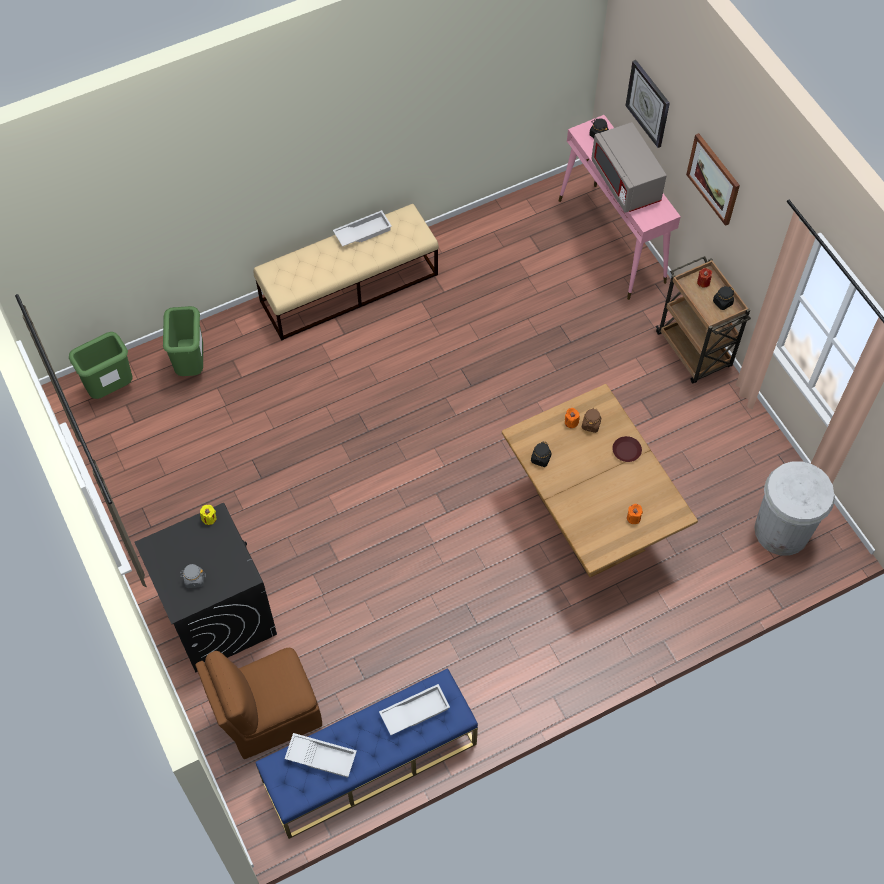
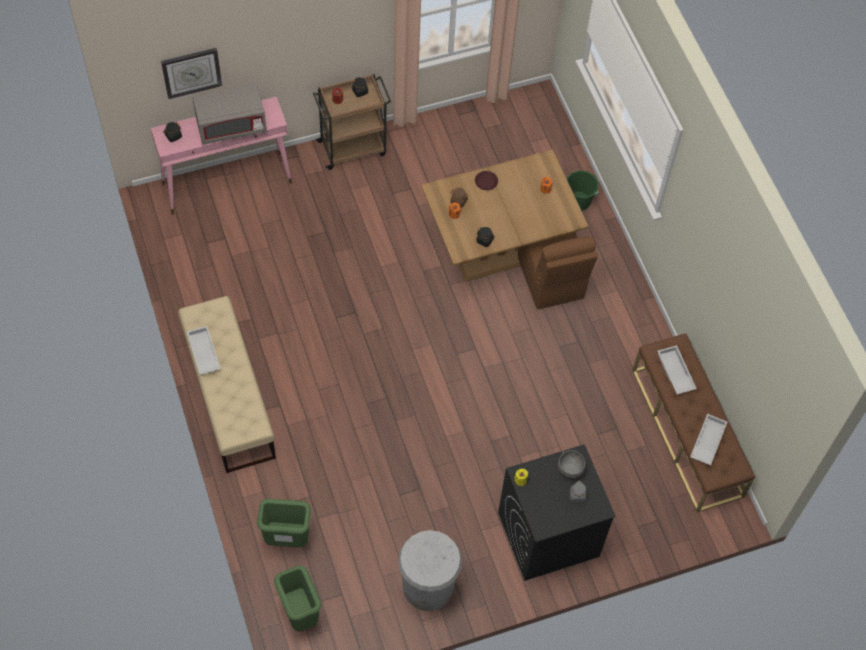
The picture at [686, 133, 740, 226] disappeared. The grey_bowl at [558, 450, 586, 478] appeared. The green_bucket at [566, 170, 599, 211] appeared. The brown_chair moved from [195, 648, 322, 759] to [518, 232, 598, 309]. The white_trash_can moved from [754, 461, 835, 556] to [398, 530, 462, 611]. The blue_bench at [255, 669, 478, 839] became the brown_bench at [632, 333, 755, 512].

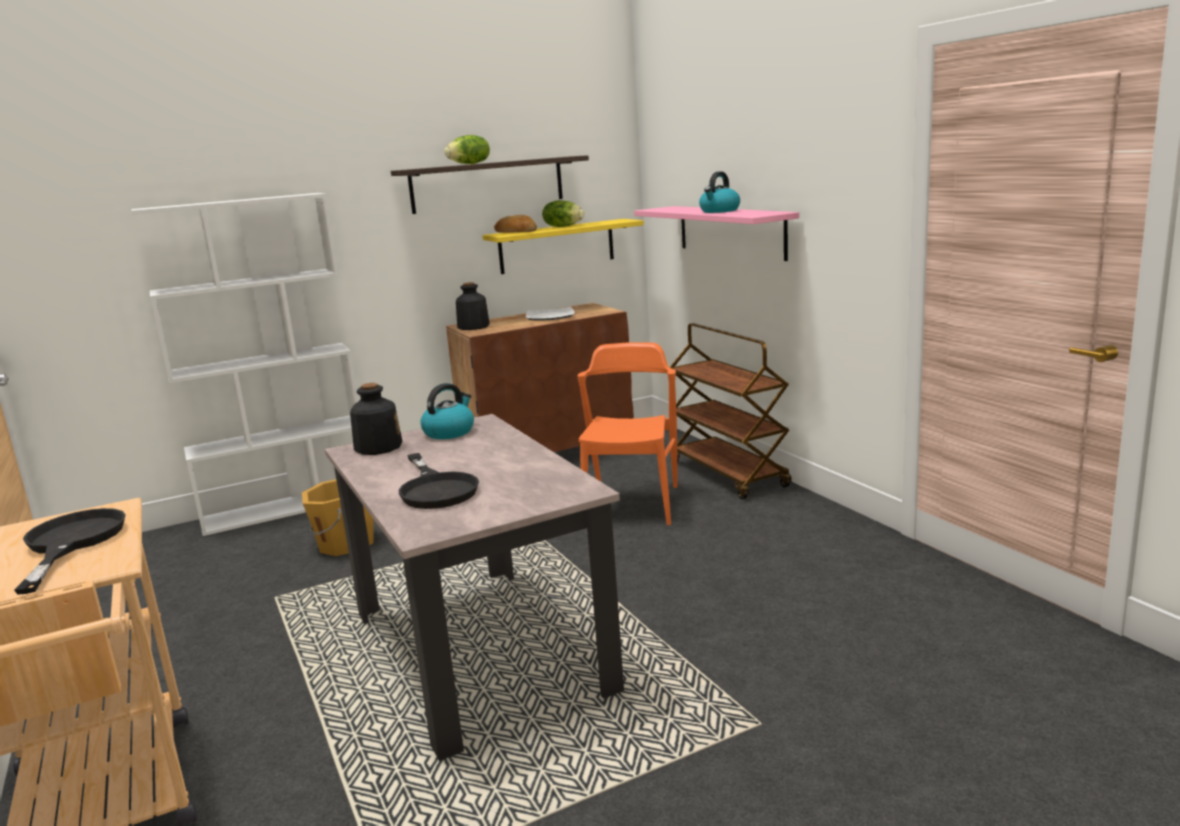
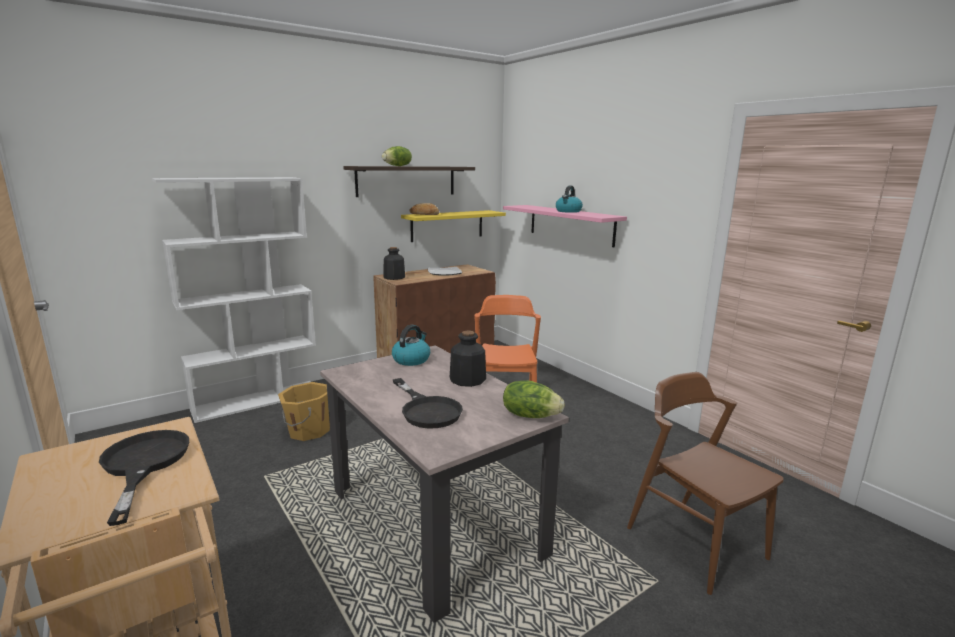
The brown_cart at [670, 323, 792, 500] disappeared. The brown_chair at [627, 372, 784, 595] appeared. The bottle moved from [350, 383, 402, 455] to [450, 331, 486, 387]. The lettuce moved from [542, 200, 584, 227] to [503, 380, 565, 418].

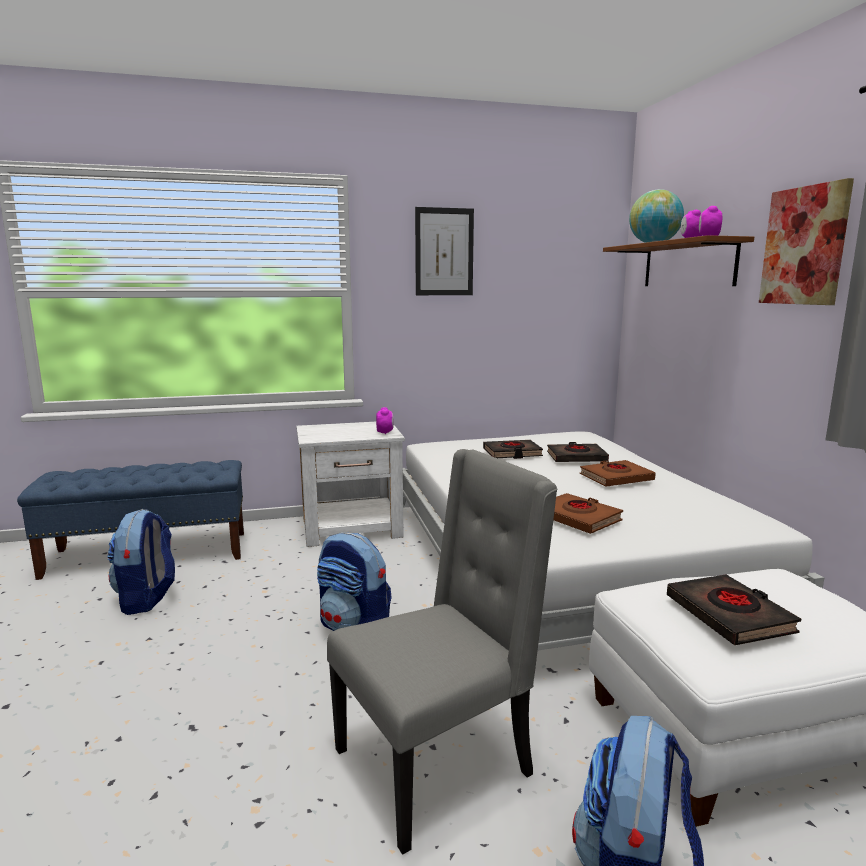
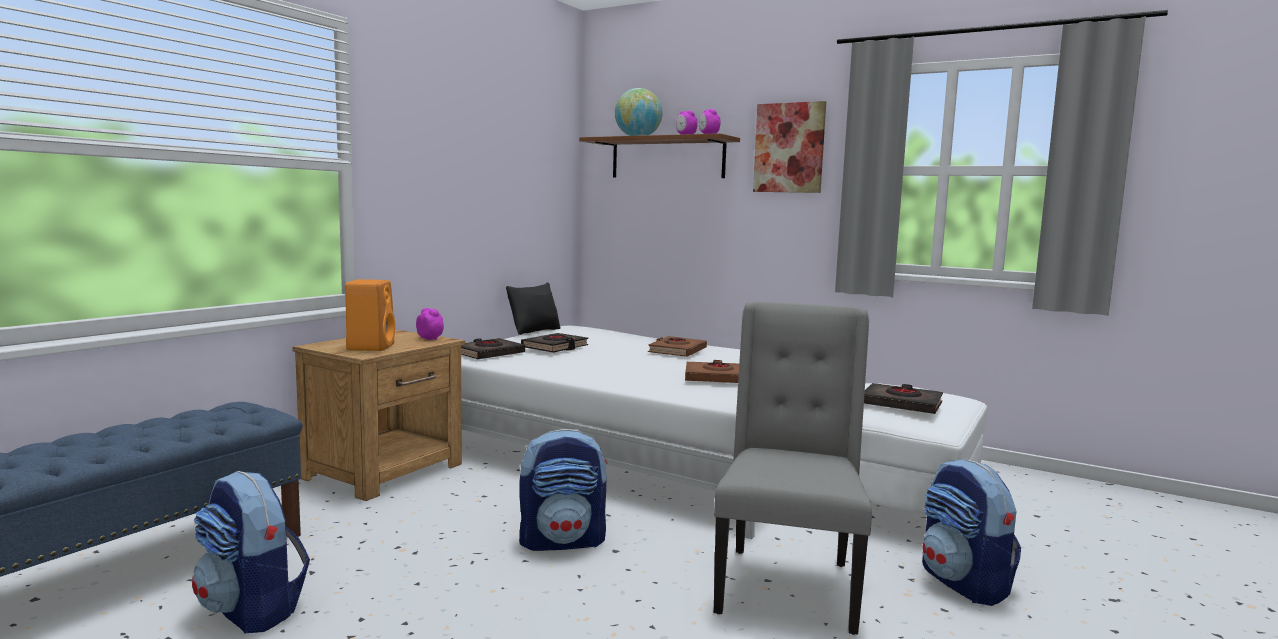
The picture at [415, 207, 474, 295] disappeared. The orange_speaker at [345, 279, 395, 351] appeared. The black_pillow at [506, 283, 561, 335] appeared. The black_book moved from [547, 442, 609, 462] to [461, 338, 525, 359]. The white_nightstand at [296, 422, 405, 547] became the brown_nightstand at [292, 330, 465, 501].

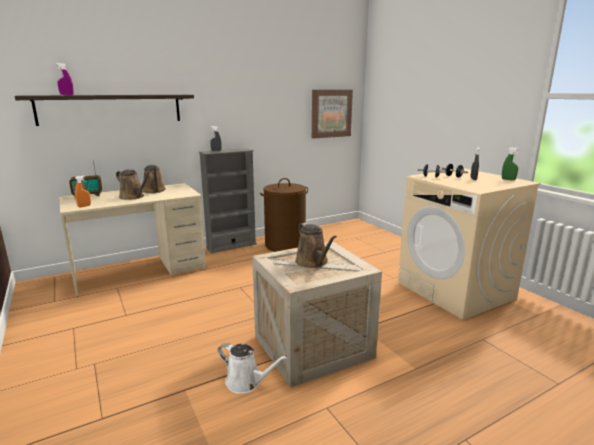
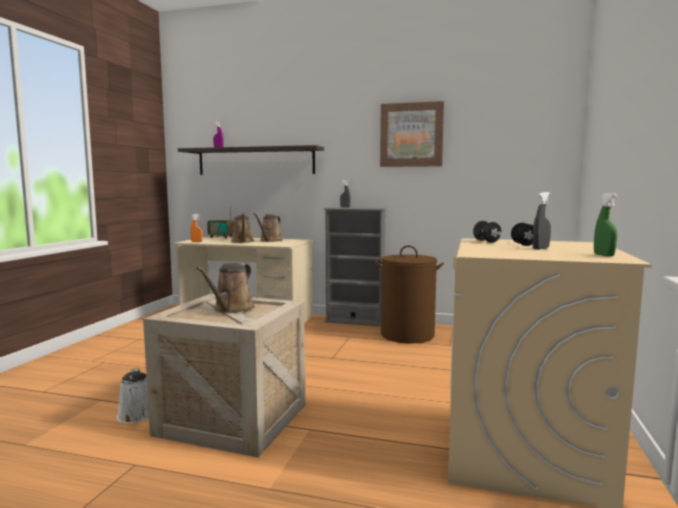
The picture moved from [312, 90, 353, 139] to [380, 101, 444, 167].

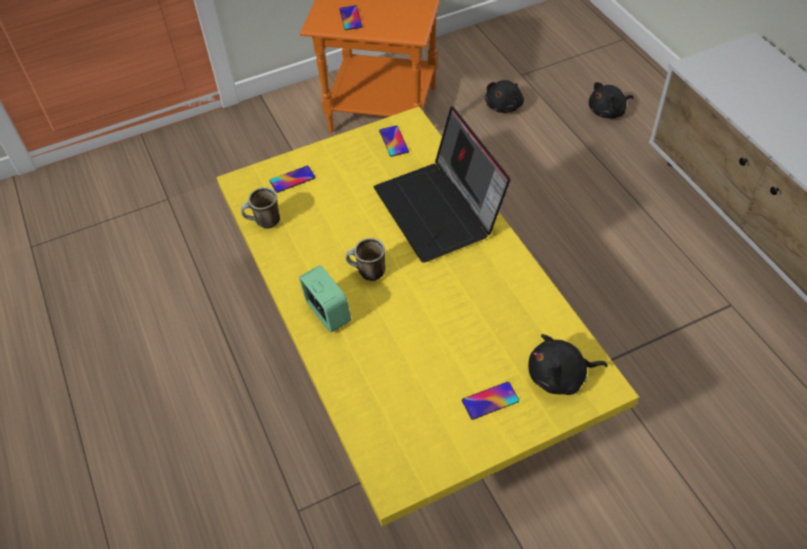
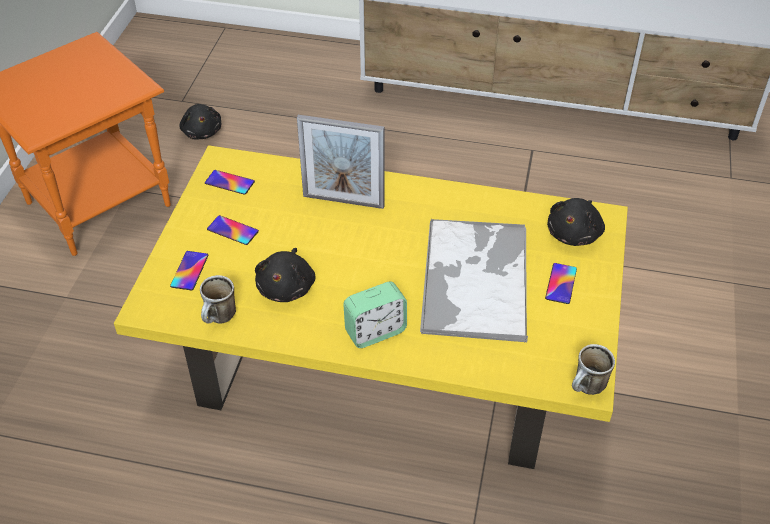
The tray at [420, 219, 528, 342] appeared. The phone moved from [339, 5, 362, 30] to [207, 215, 259, 245]. The mug moved from [346, 238, 385, 281] to [572, 344, 615, 395]. The black_plush_toy moved from [589, 82, 633, 119] to [255, 248, 316, 302]. The laptop at [374, 106, 510, 263] was replaced by the picture_frame at [297, 115, 385, 209]. The alarm_clock at [299, 265, 351, 332] turned 150 degrees clockwise.

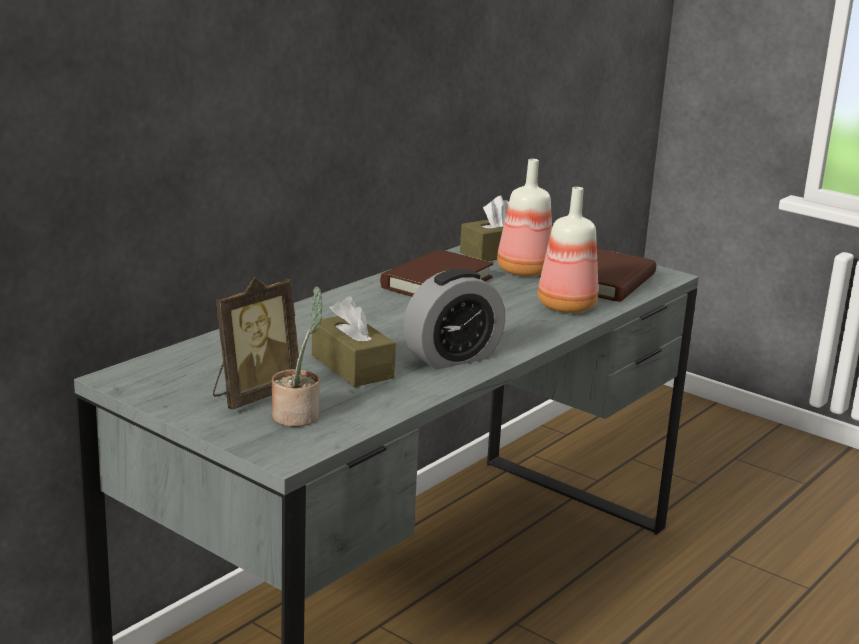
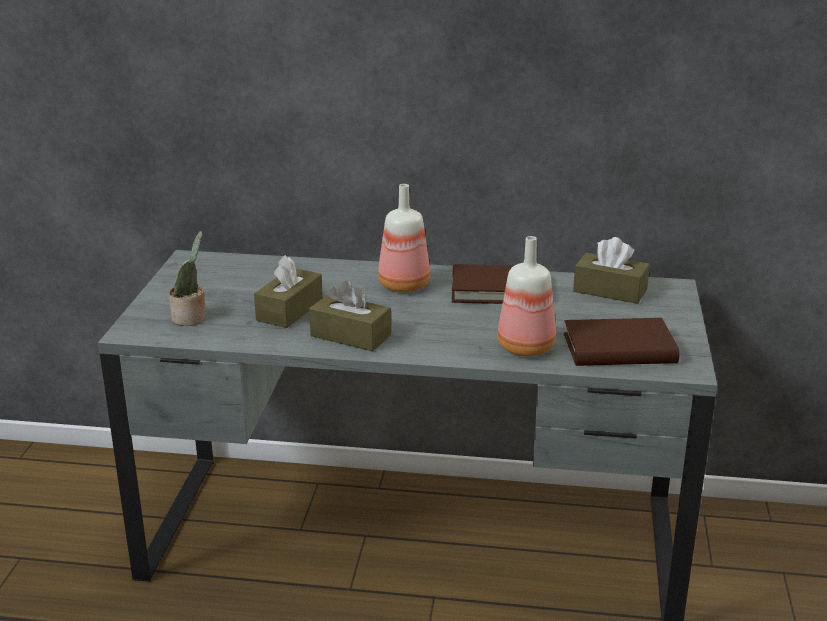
The picture_frame at [213, 277, 299, 410] disappeared. The bottle moved from [497, 159, 552, 277] to [378, 184, 430, 292]. The alarm_clock at [403, 268, 505, 370] was replaced by the brown_tissue_box at [309, 281, 391, 351].

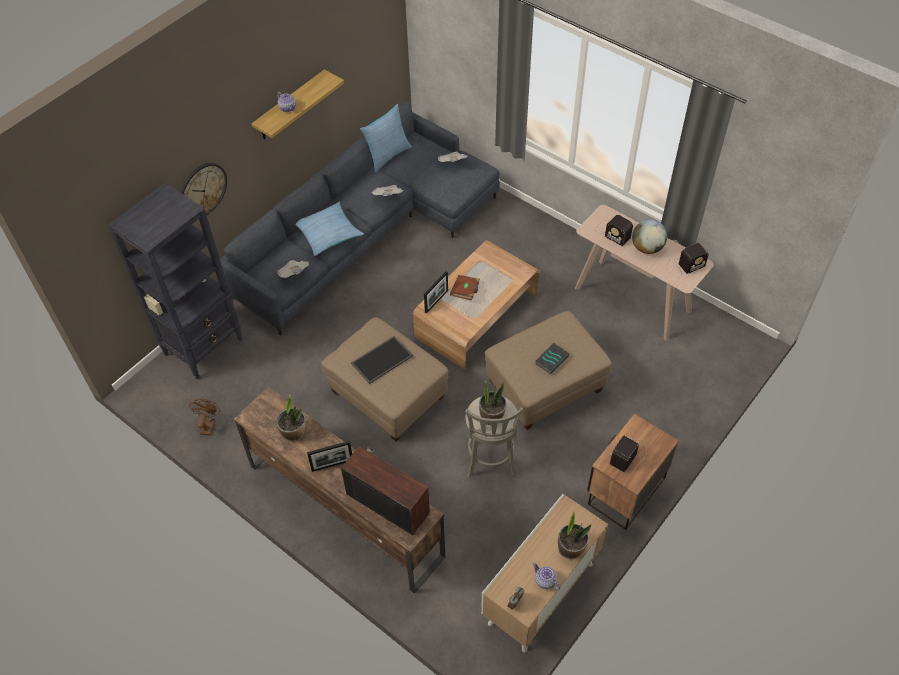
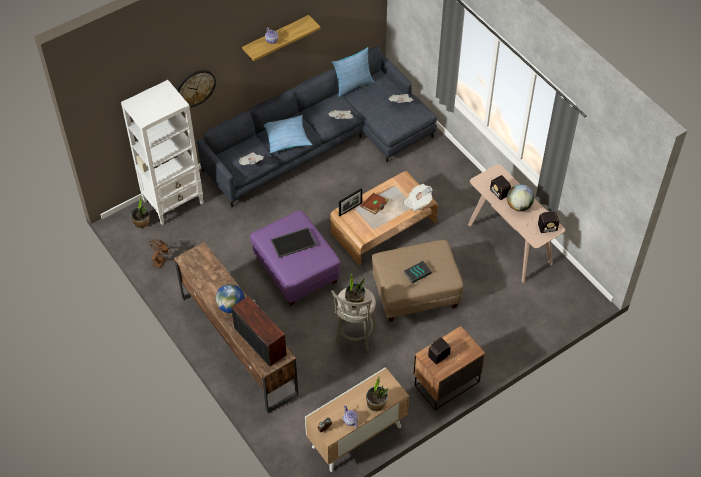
The newspaper at [404, 184, 432, 211] appeared. The potted_plant moved from [277, 394, 305, 442] to [131, 197, 149, 229]. The picture_frame at [307, 441, 352, 472] was replaced by the globe at [216, 284, 245, 313]. The black_bookcase at [108, 183, 243, 379] became the white_bookcase at [121, 80, 203, 225]. The beige_ottoman at [321, 317, 449, 441] became the purple_ottoman at [250, 210, 340, 306].

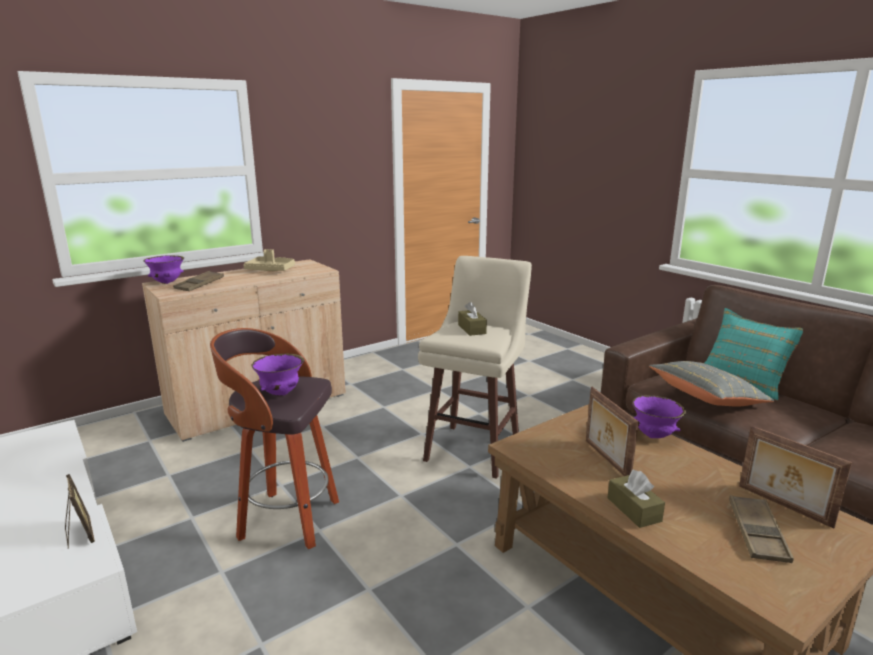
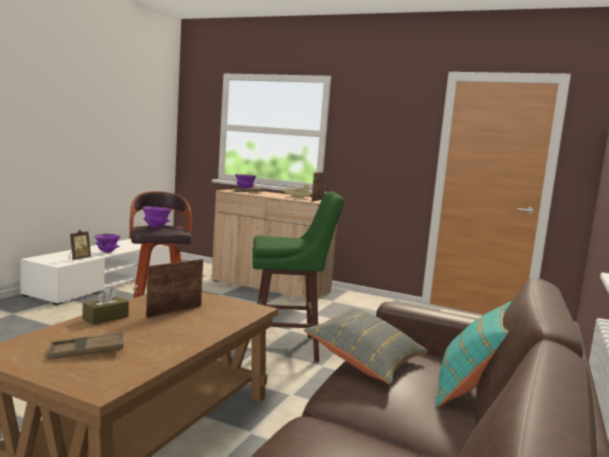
The brown_tissue_box at [458, 301, 487, 336] disappeared. The purple_bowl moved from [632, 395, 686, 438] to [95, 234, 120, 253]. The picture_frame moved from [739, 426, 852, 528] to [312, 172, 326, 202]. The beige_stool at [418, 256, 532, 479] became the green_stool at [252, 191, 344, 362].

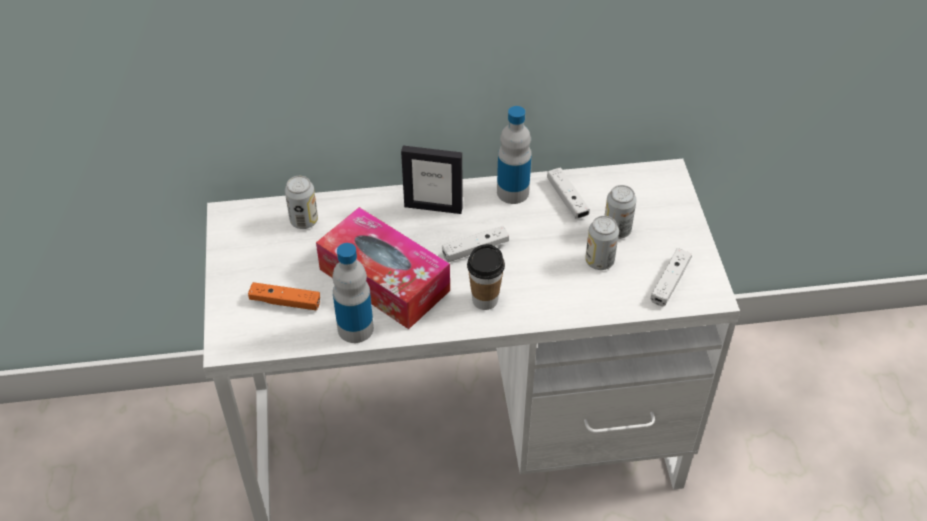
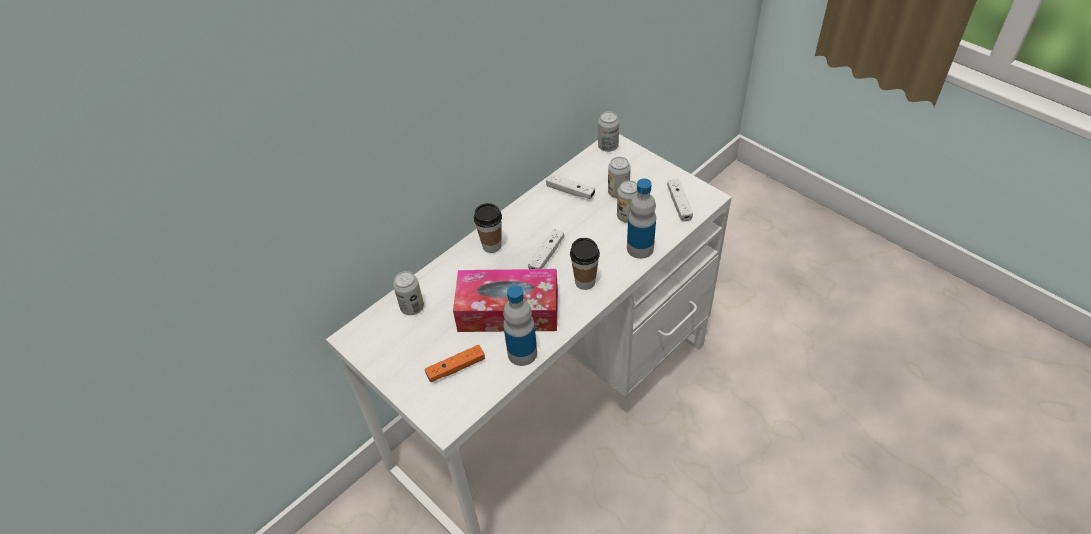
The can at [598, 111, 619, 152] appeared. The bottle moved from [497, 106, 531, 204] to [627, 178, 656, 259]. The picture_frame at [401, 146, 463, 214] was replaced by the cup at [474, 203, 502, 253].

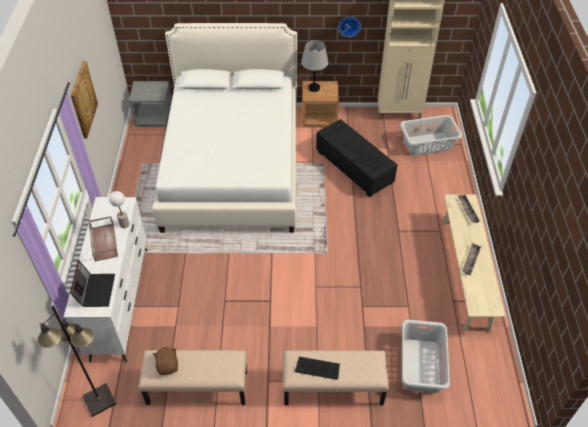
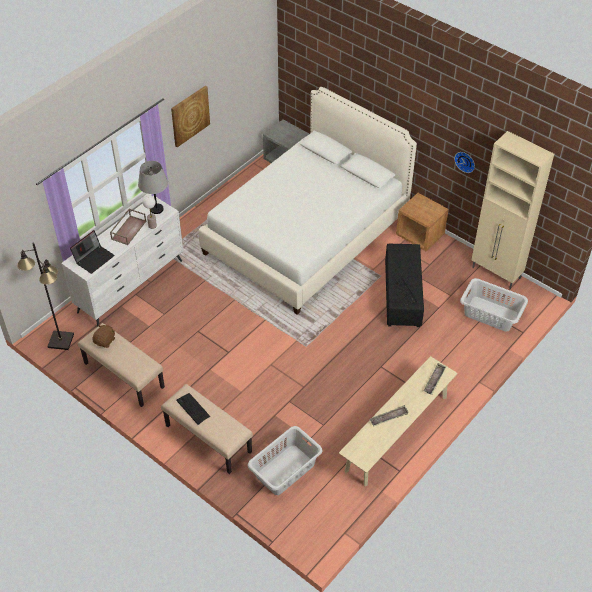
The grey_table_lamp moved from [301, 40, 329, 92] to [138, 161, 168, 214].

